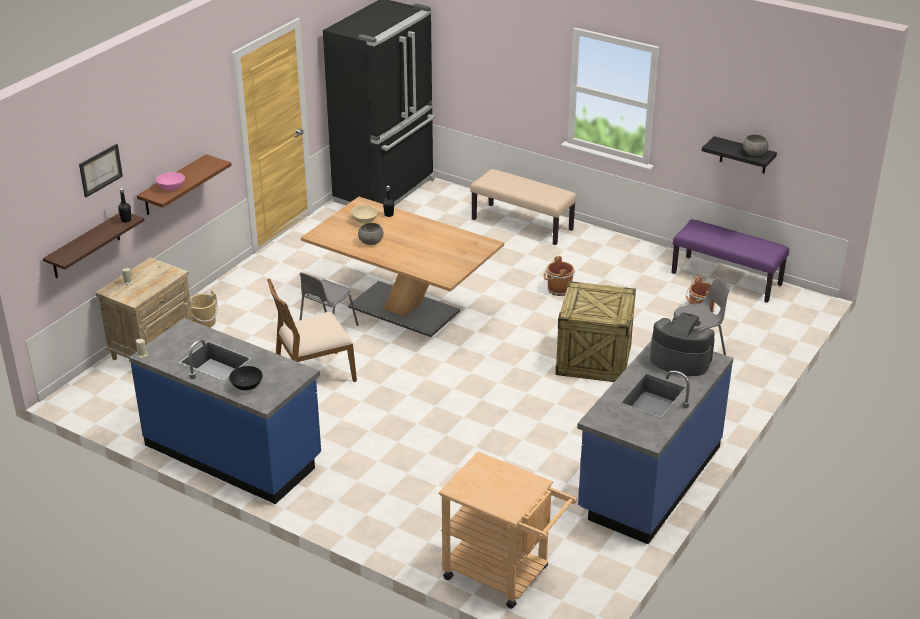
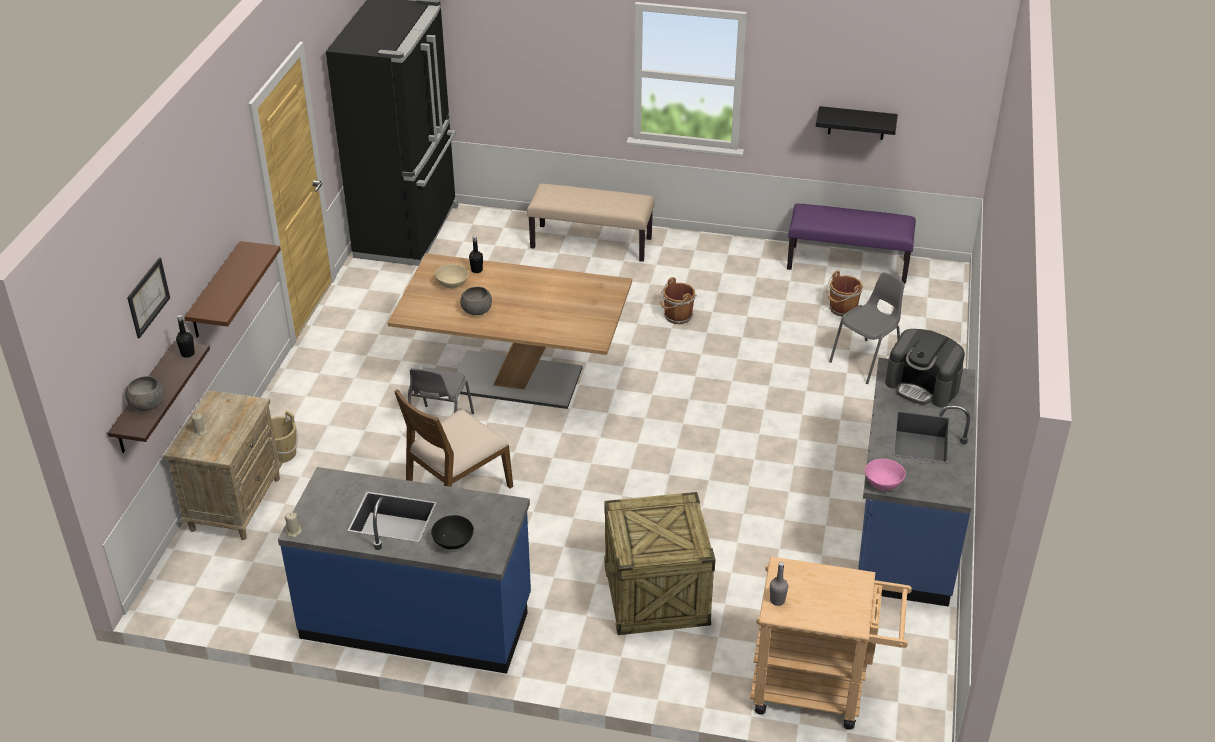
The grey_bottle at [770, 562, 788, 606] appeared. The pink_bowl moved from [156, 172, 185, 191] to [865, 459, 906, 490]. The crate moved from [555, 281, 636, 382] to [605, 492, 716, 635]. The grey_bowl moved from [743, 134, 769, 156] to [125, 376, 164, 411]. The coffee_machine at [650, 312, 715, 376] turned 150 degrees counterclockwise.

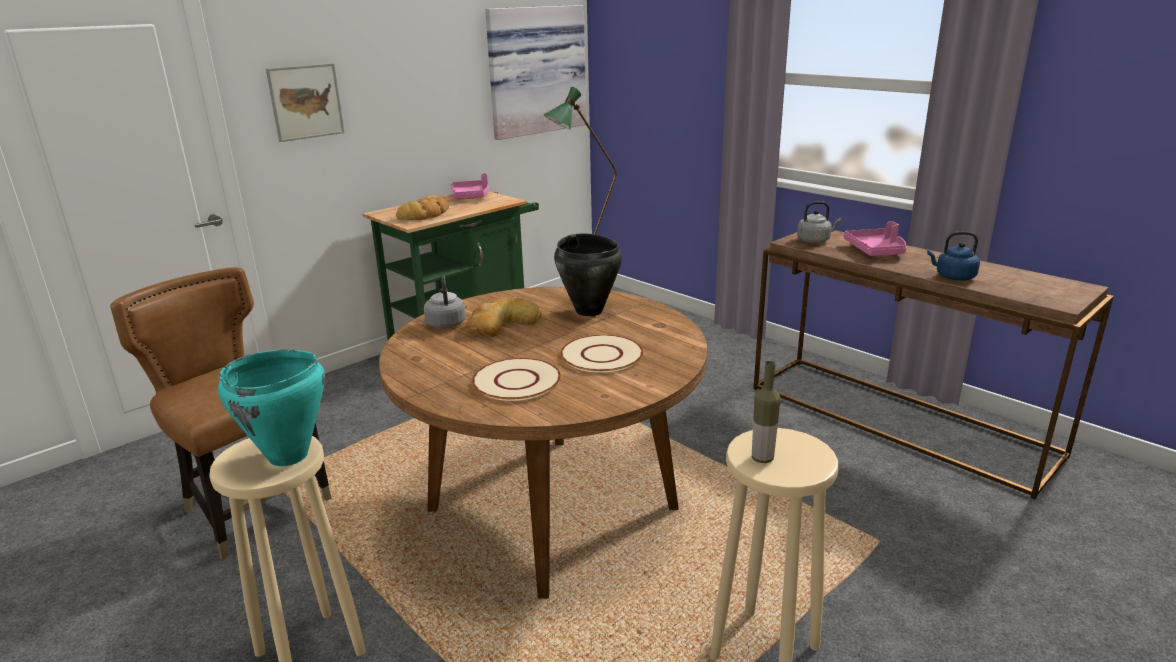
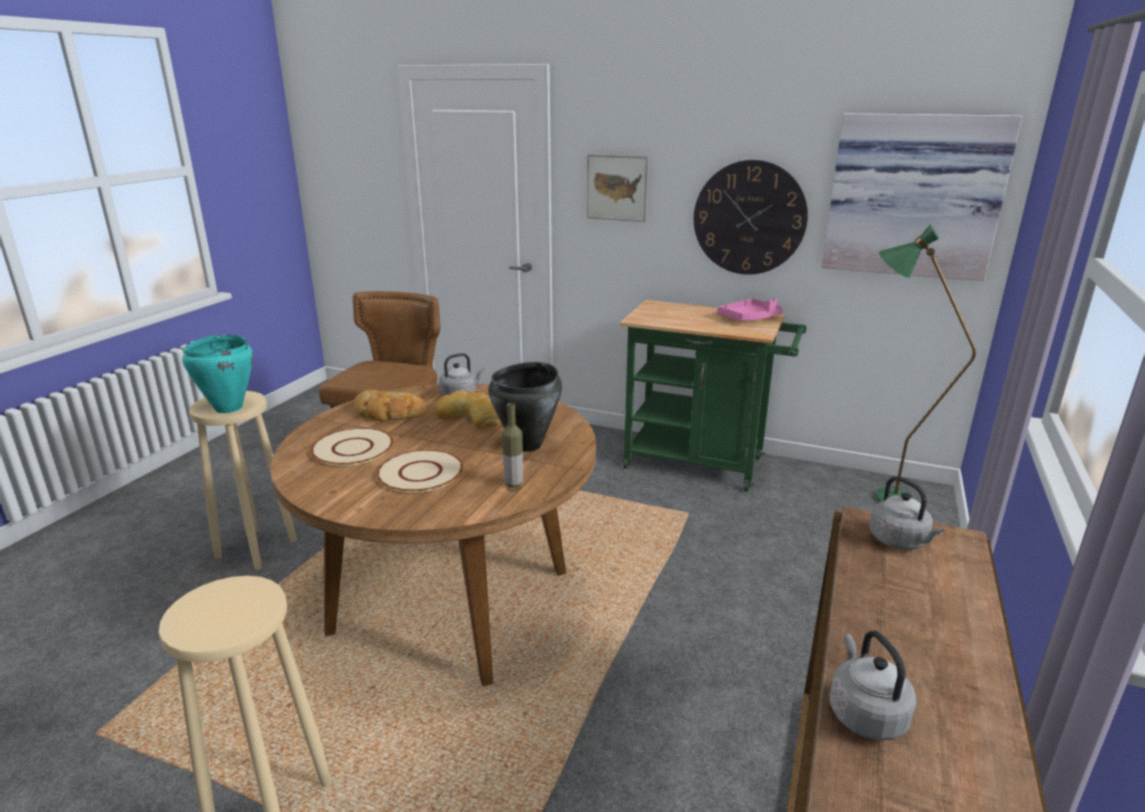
The pink_tray at [844, 221, 907, 256] disappeared. The wall_clock at [694, 160, 808, 275] appeared. The bread moved from [396, 195, 449, 220] to [354, 390, 426, 421]. The bottle moved from [752, 361, 780, 463] to [502, 403, 523, 487]. The blue_kettle at [927, 232, 980, 281] became the grey_kettle at [829, 631, 917, 740].

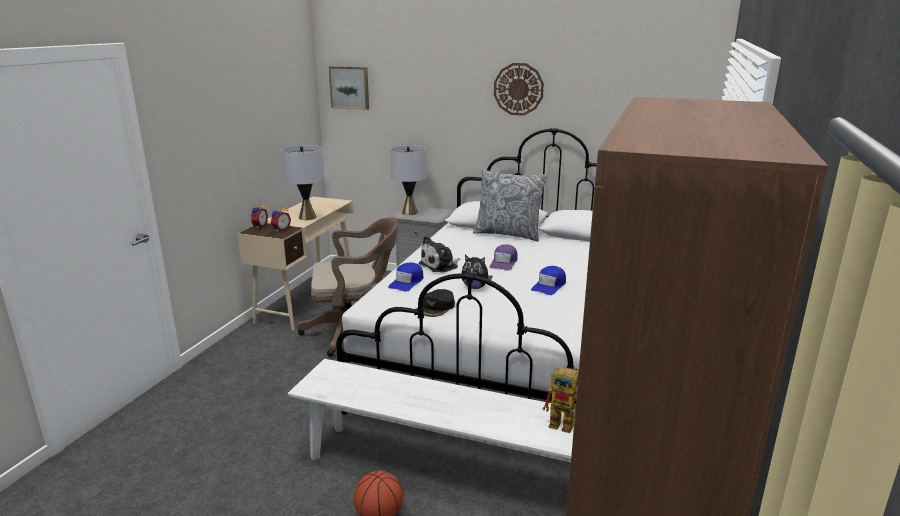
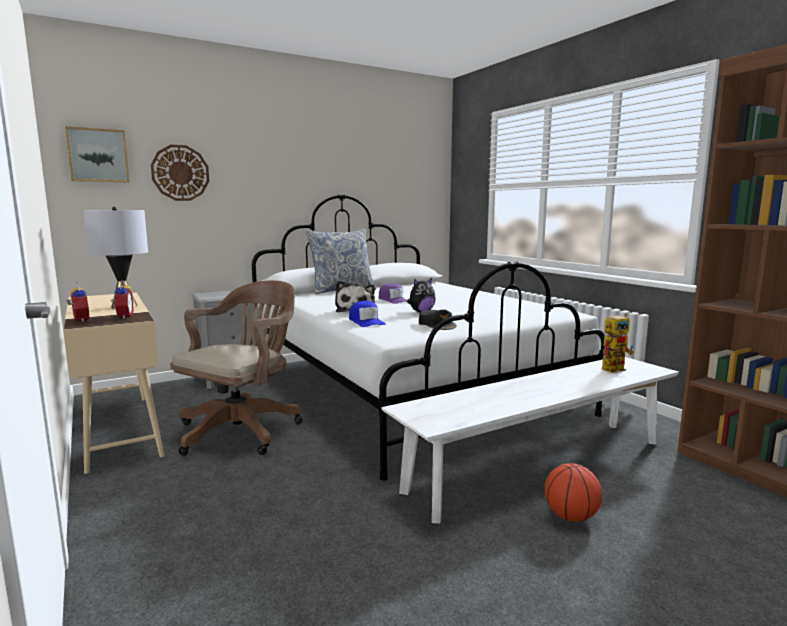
The grey_table_lamp at [390, 145, 427, 215] disappeared. The blue_cap at [531, 266, 566, 295] disappeared. The wall_clock moved from [494, 63, 544, 116] to [151, 145, 209, 201].

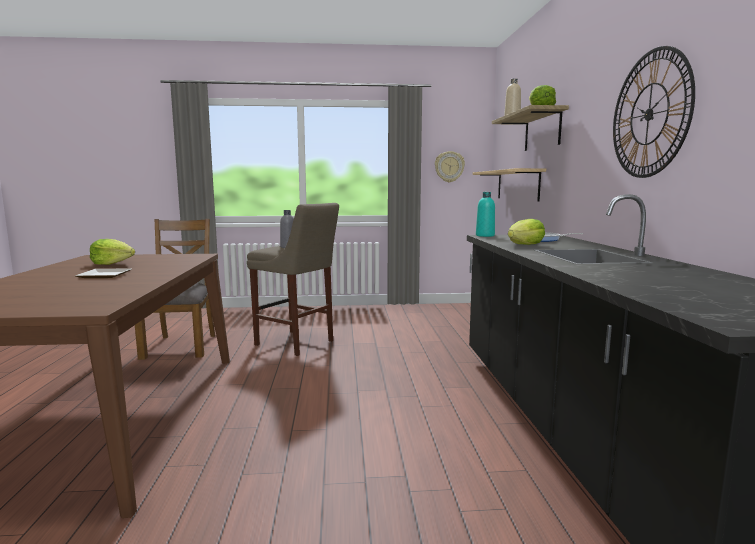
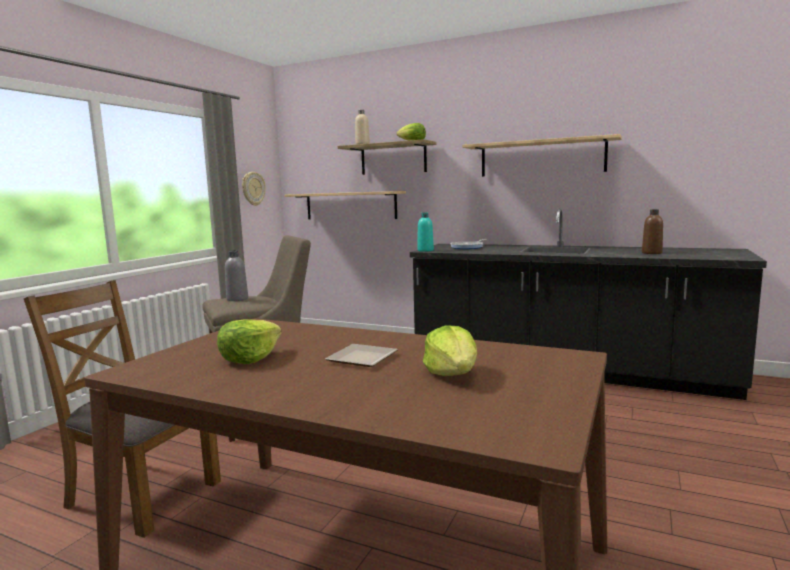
The brown_bottle at [642, 209, 663, 254] appeared. The lettuce moved from [508, 219, 545, 245] to [423, 325, 477, 376]. The wall_clock at [613, 46, 695, 178] was replaced by the shelf at [462, 134, 622, 177].

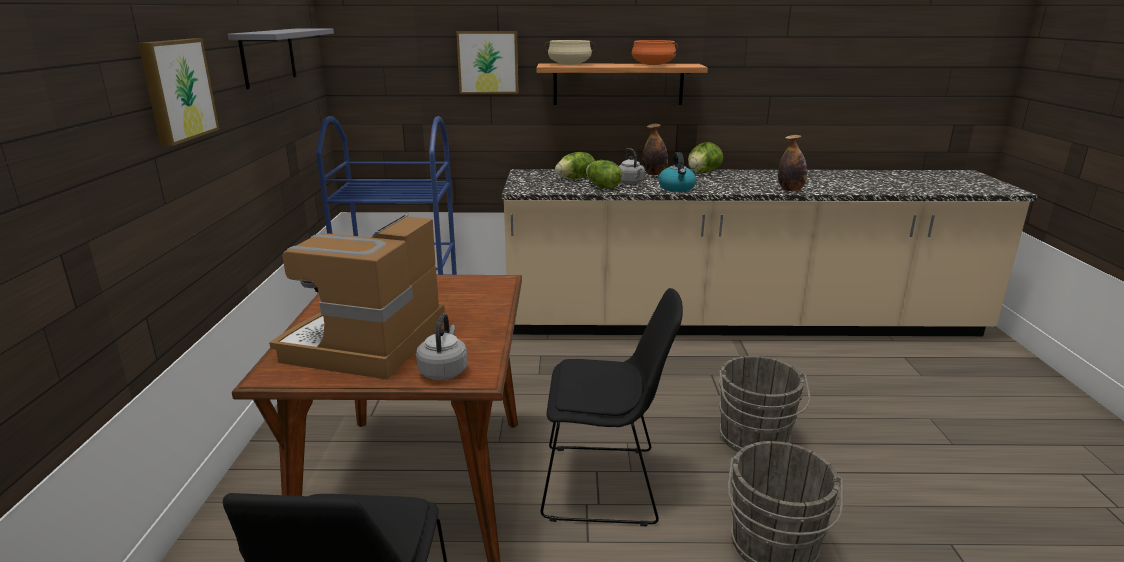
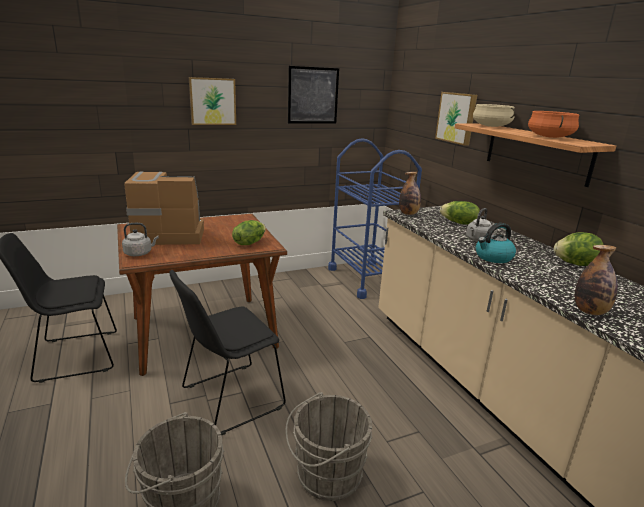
The lettuce moved from [586, 160, 622, 189] to [232, 220, 266, 245]. The bottle moved from [643, 124, 668, 175] to [399, 172, 421, 215]. The grey_shelf at [228, 29, 334, 89] was replaced by the picture at [288, 66, 339, 124]. The black_chair at [540, 288, 683, 526] turned 75 degrees clockwise.

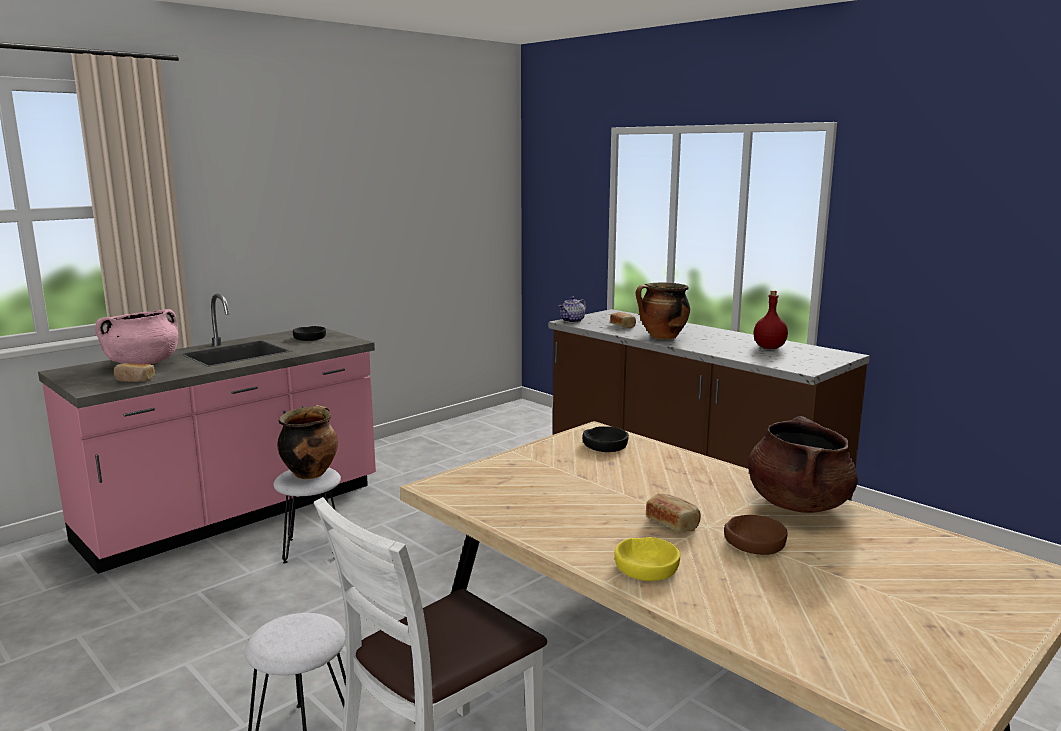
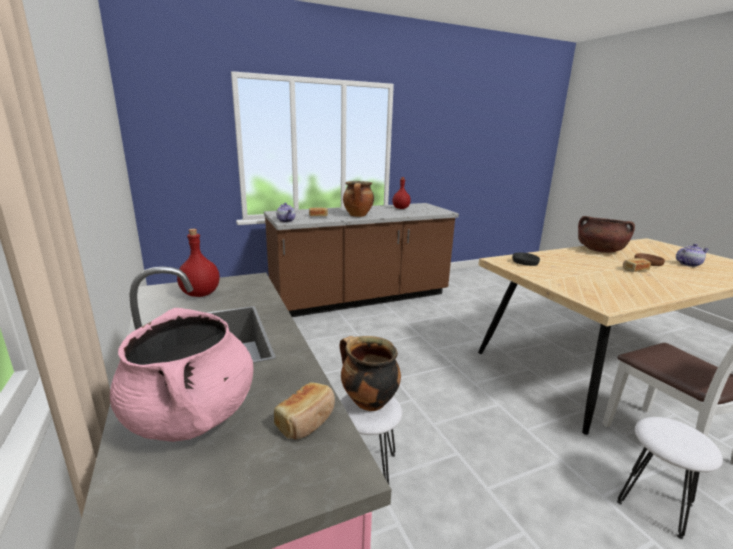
The yellow_bowl at [614, 537, 680, 581] disappeared. The teapot at [676, 244, 709, 267] appeared. The black_bowl at [293, 326, 326, 341] was replaced by the red_bottle at [177, 229, 220, 297].

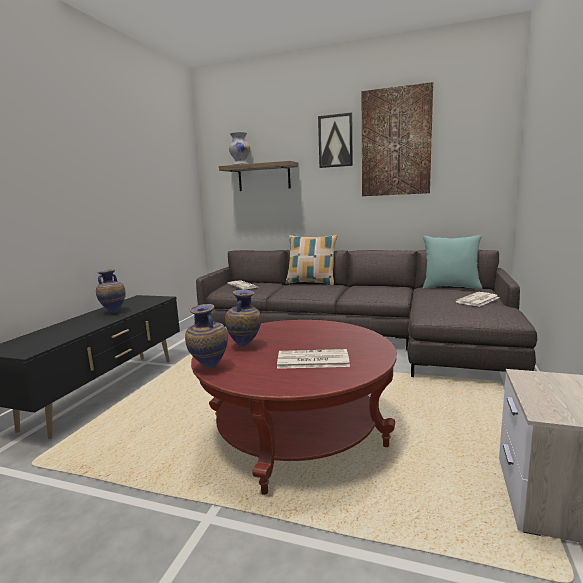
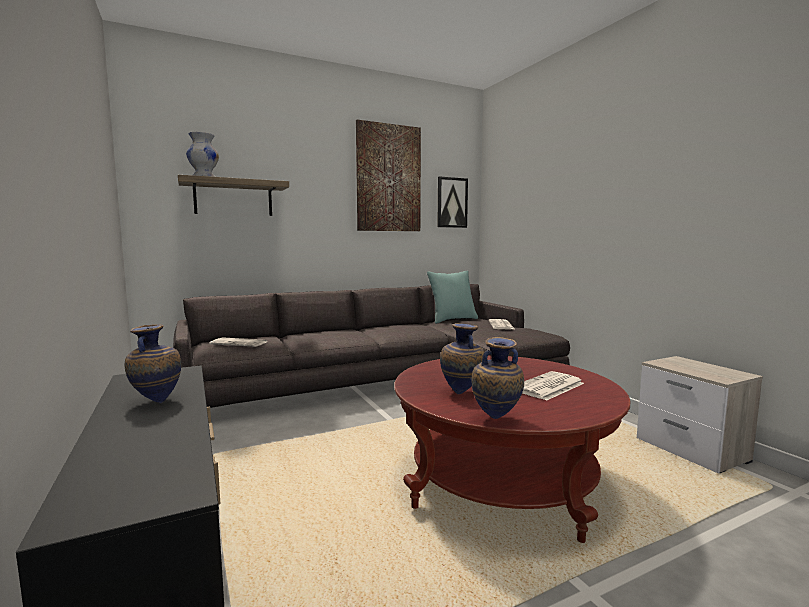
The pillow at [285, 235, 337, 286] disappeared. The picture moved from [318, 113, 353, 168] to [437, 177, 468, 228].

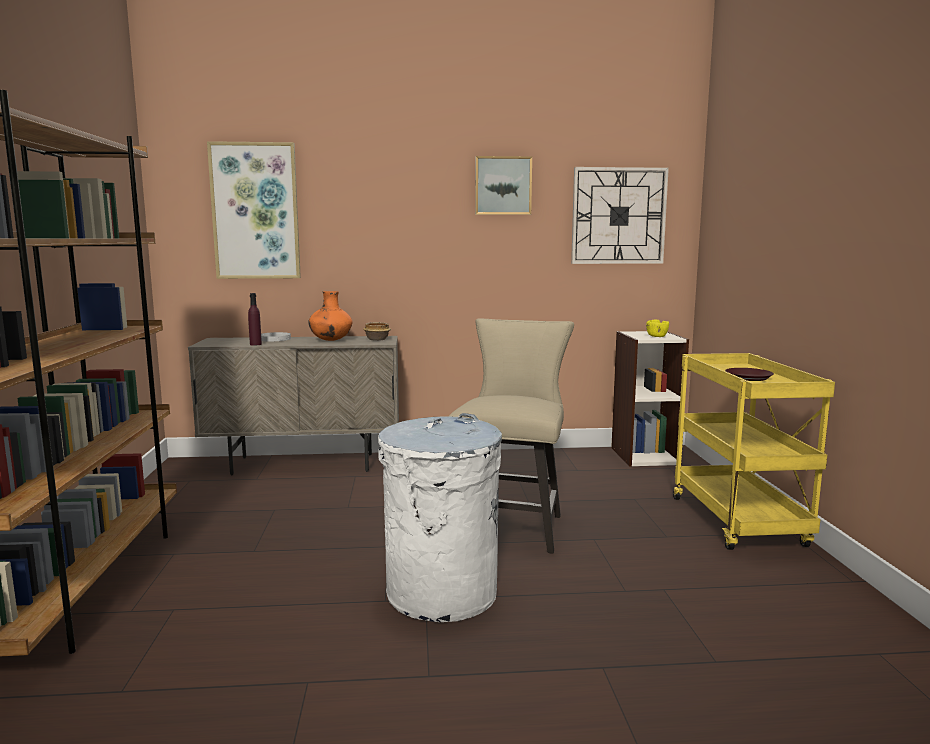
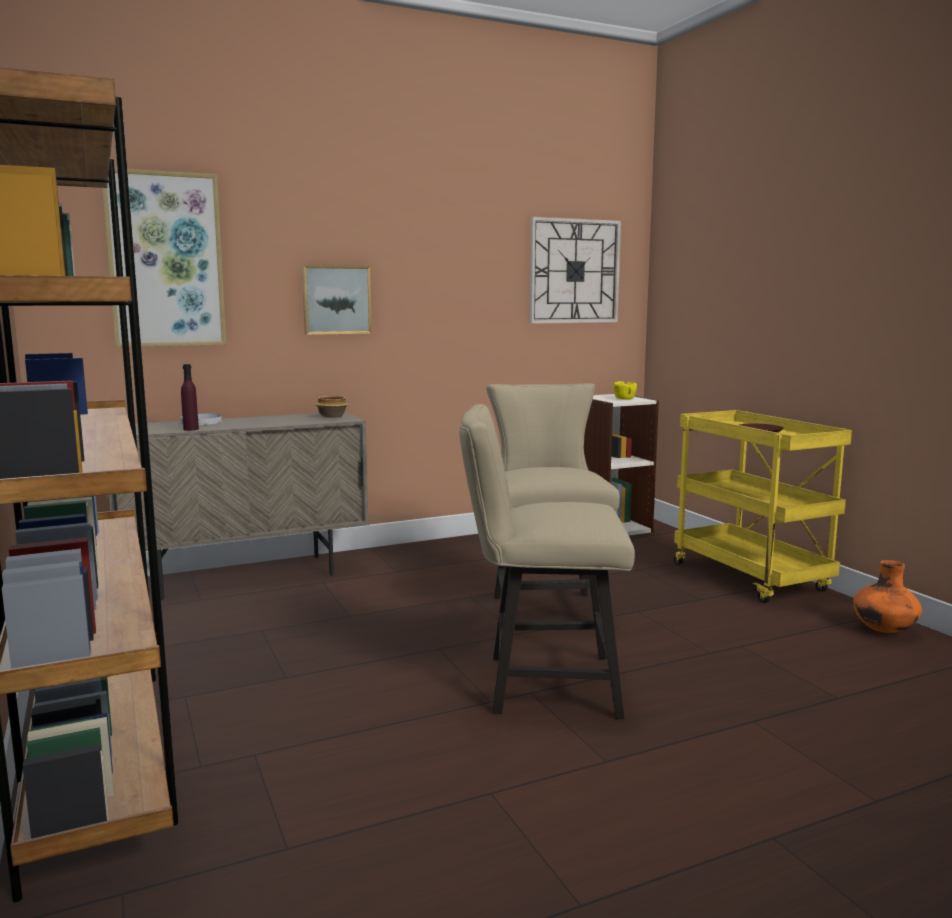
The orange_vase moved from [308, 291, 352, 341] to [853, 560, 922, 633]. The picture moved from [475, 156, 532, 215] to [302, 265, 372, 335]. The white_trash_can at [378, 413, 502, 622] was replaced by the beige_chair at [459, 404, 635, 719].

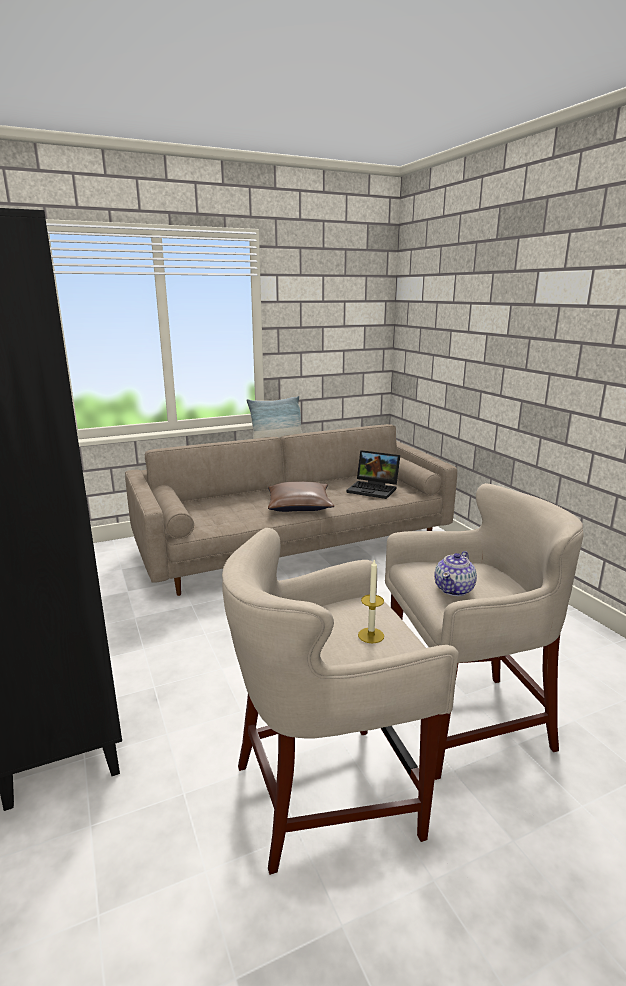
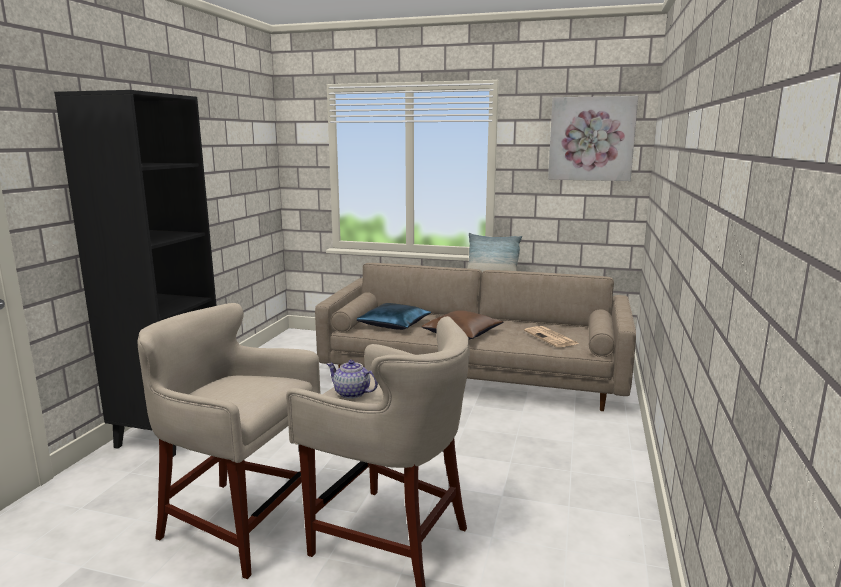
The candle at [358, 560, 384, 644] disappeared. The blue_pillow at [357, 303, 431, 330] appeared. The picture at [548, 96, 638, 181] appeared. The laptop at [346, 450, 400, 499] was replaced by the newspaper at [524, 326, 578, 347]. The teapot at [434, 551, 477, 596] turned 45 degrees clockwise.

